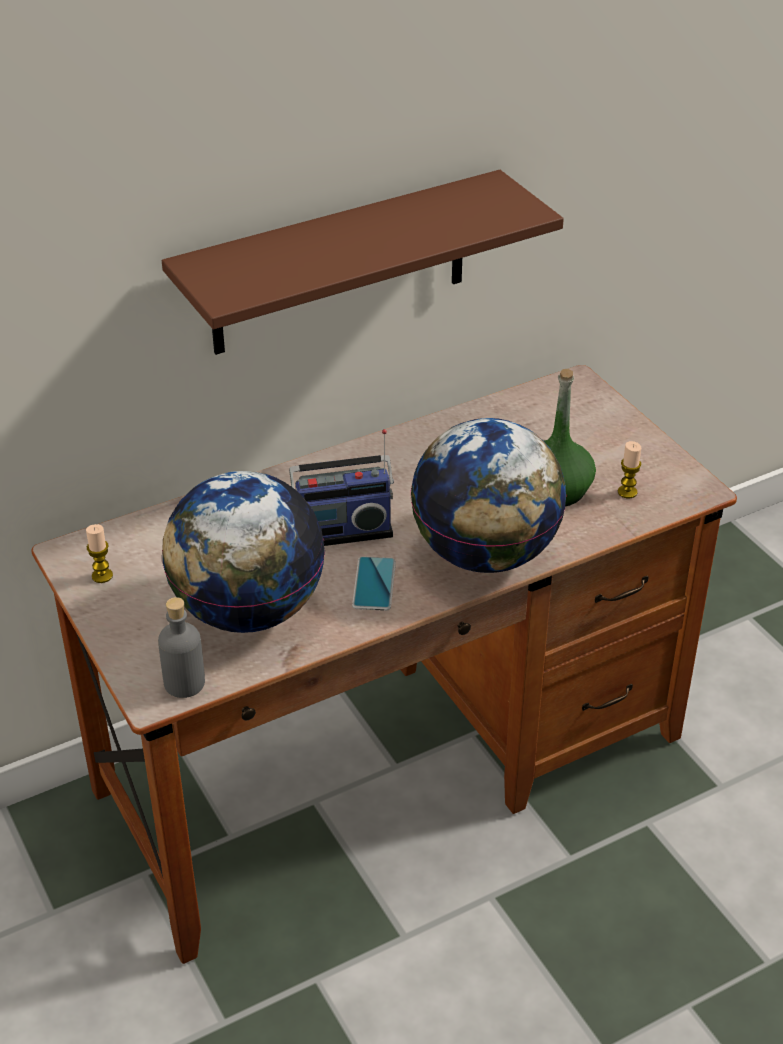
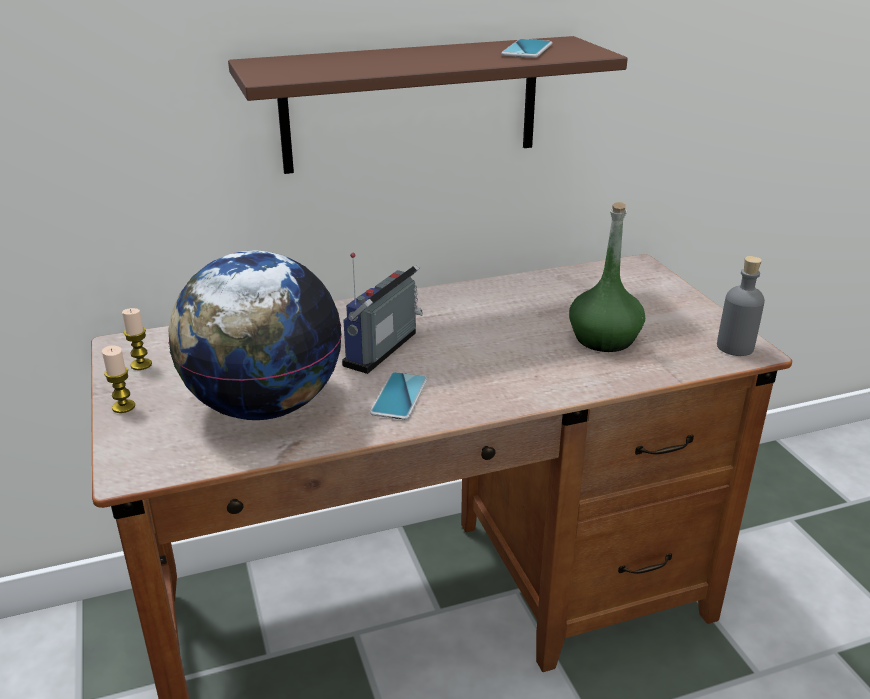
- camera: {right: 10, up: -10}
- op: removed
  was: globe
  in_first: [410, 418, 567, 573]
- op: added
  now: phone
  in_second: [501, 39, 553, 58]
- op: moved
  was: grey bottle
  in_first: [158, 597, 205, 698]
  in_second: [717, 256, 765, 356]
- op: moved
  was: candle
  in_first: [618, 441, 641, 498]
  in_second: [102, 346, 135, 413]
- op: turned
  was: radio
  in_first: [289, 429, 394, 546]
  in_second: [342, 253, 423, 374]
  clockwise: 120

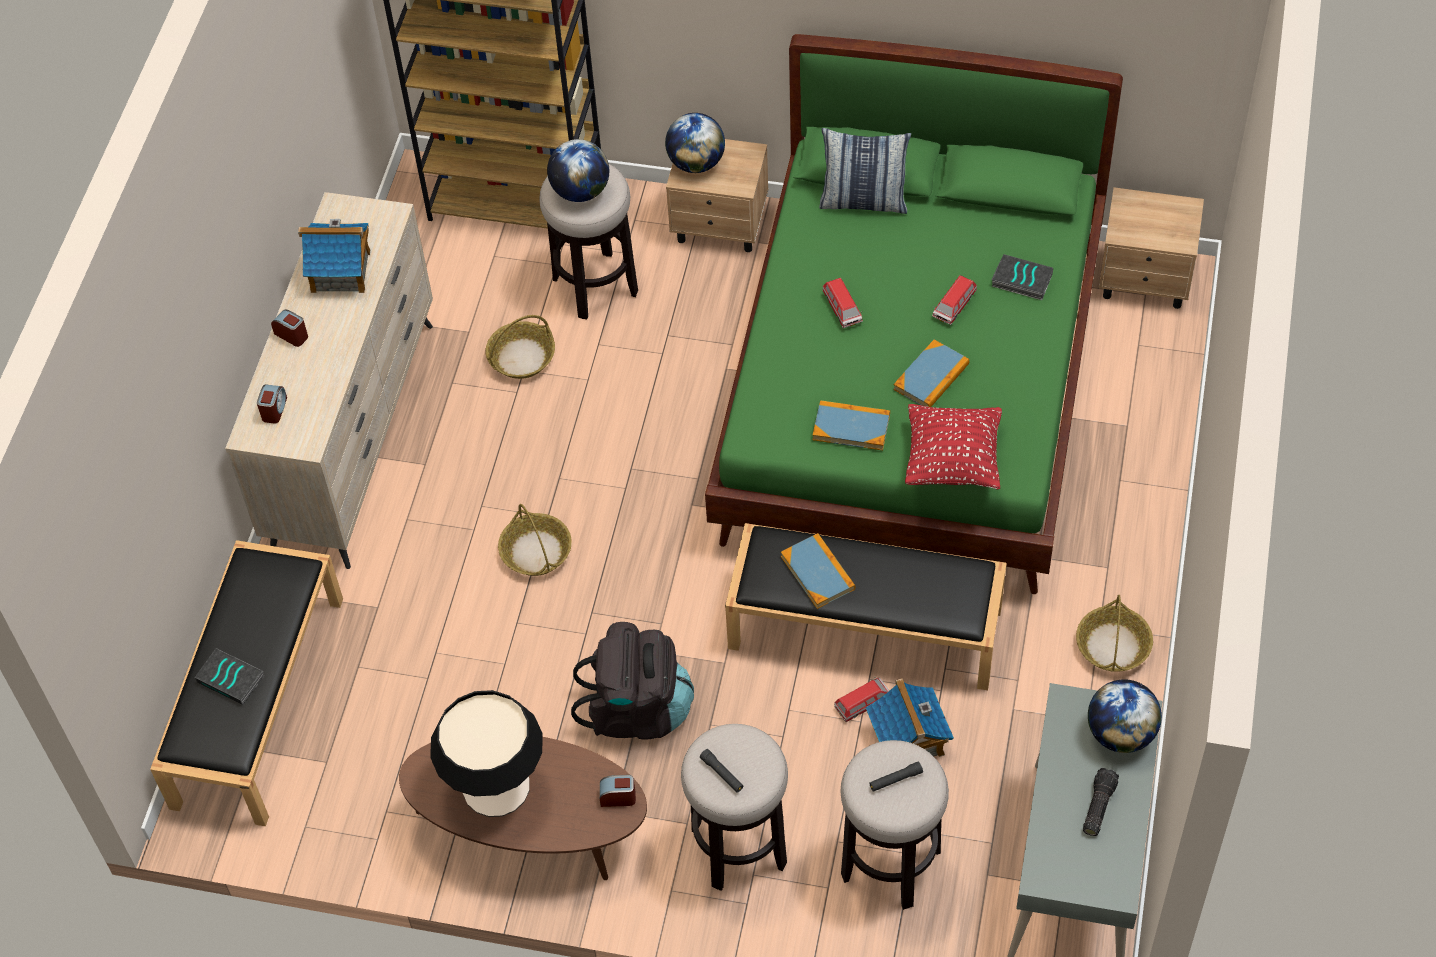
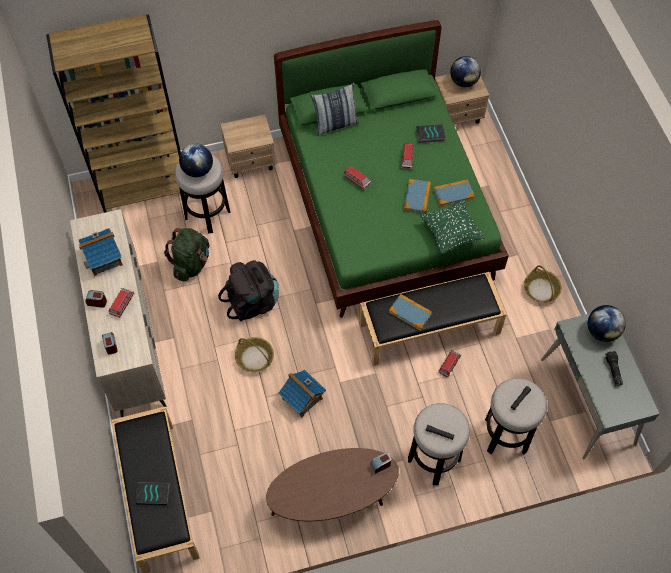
- camera: {right: -30, up: 5}
- op: removed
  was: table lamp
  in_first: [430, 690, 542, 817]
- op: added
  now: toy car
  in_second: [109, 288, 134, 318]
- op: moved
  was: black backpack
  in_first: [571, 622, 694, 740]
  in_second: [218, 260, 279, 321]
- op: moved
  was: globe
  in_first: [665, 113, 725, 173]
  in_second: [450, 56, 481, 87]
- op: moved
  was: book
  in_first: [813, 400, 890, 450]
  in_second: [433, 179, 475, 207]
- op: moved
  was: toy house
  in_first: [866, 678, 954, 757]
  in_second: [278, 370, 326, 418]
- op: replaced
  was: basket
  now: green backpack
  in_first: [486, 315, 555, 379]
  in_second: [164, 228, 209, 282]
- op: recoloured
  was: red pillow
  now: green pillow
  in_first: [905, 404, 1002, 490]
  in_second: [420, 200, 485, 254]

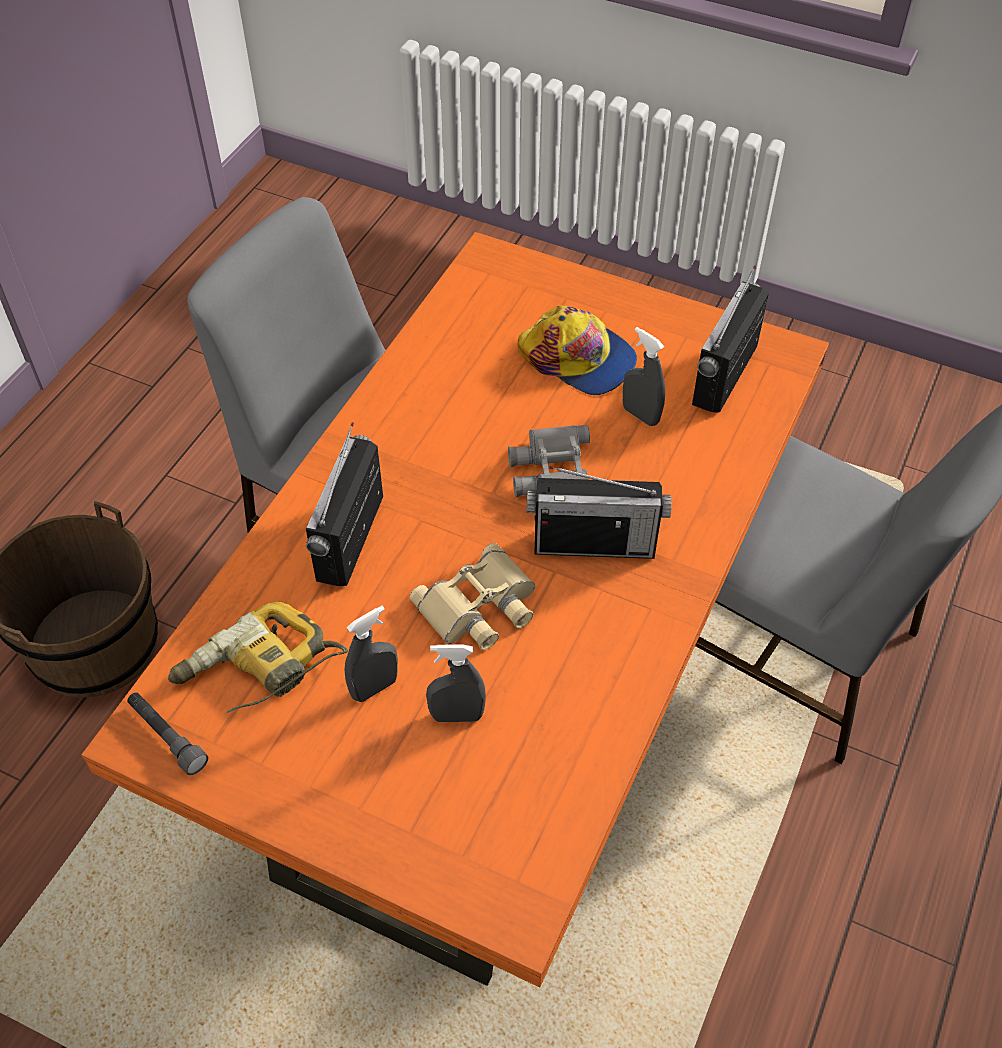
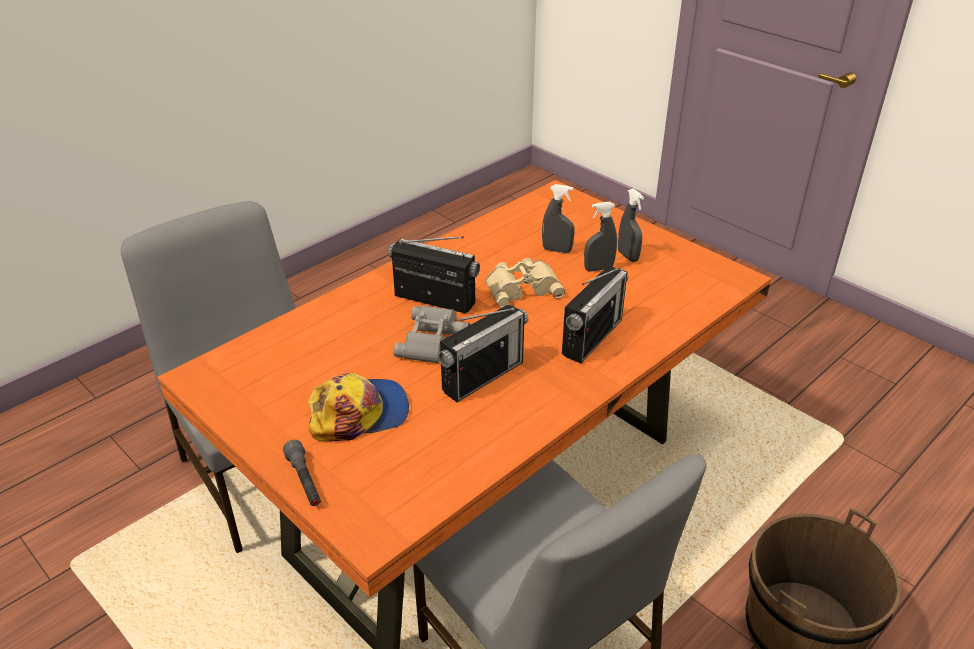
- camera: {right: -160, up: -15}
- op: removed
  was: power drill
  in_first: [168, 601, 348, 713]
- op: moved
  was: grey flashlight
  in_first: [127, 692, 208, 775]
  in_second: [283, 440, 321, 506]
- op: moved
  was: grey spray bottle
  in_first: [623, 327, 665, 426]
  in_second: [618, 189, 644, 262]
- op: moved
  was: radio
  in_first: [692, 266, 769, 413]
  in_second: [438, 305, 528, 402]
- op: turned
  was: cap
  in_first: [518, 306, 637, 395]
  in_second: [308, 373, 409, 441]
  clockwise: 105

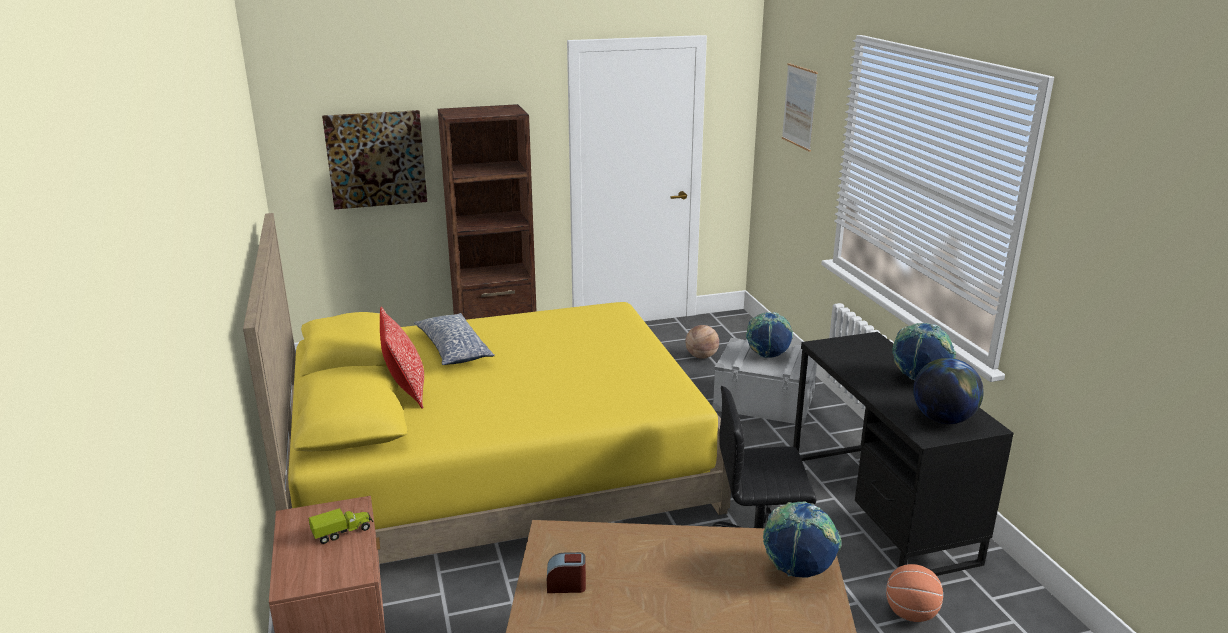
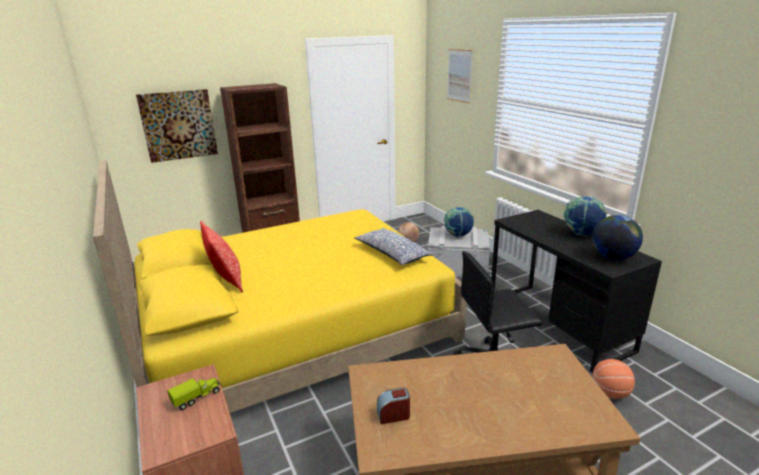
- camera: {right: -10, up: 0}
- op: removed
  was: globe
  in_first: [763, 501, 842, 578]
- op: moved
  was: pillow
  in_first: [414, 313, 495, 365]
  in_second: [354, 228, 434, 265]

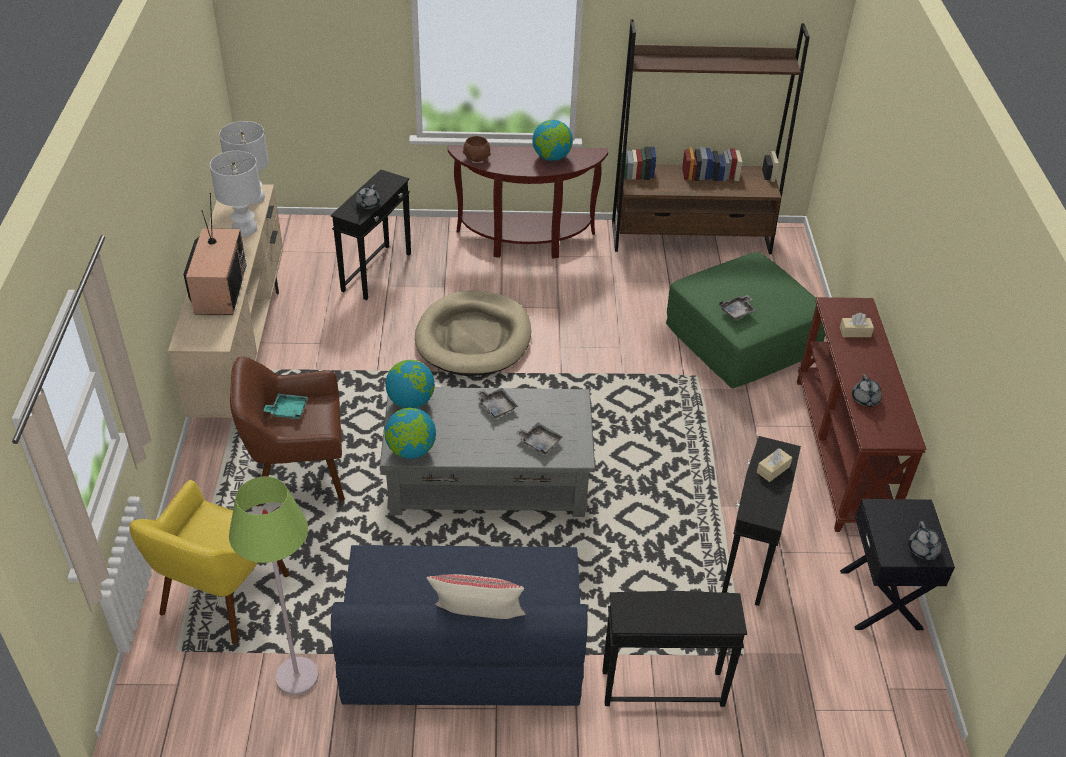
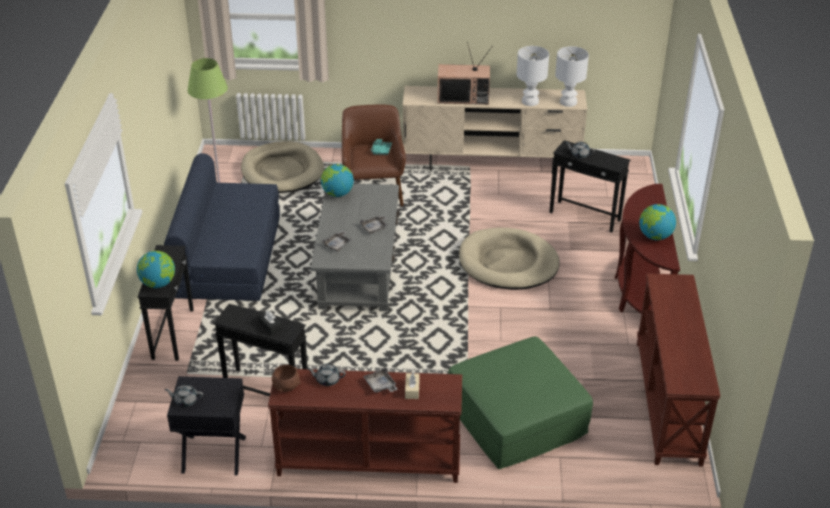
- camera: {right: 95, up: -5}
- op: removed
  was: beige pillow
  in_first: [427, 574, 526, 619]
- op: moved
  was: globe
  in_first: [385, 360, 435, 408]
  in_second: [137, 251, 175, 288]
- op: moved
  was: brown bowl
  in_first: [463, 136, 491, 162]
  in_second: [272, 365, 300, 392]
- op: moved
  was: grey tray
  in_first: [719, 295, 756, 320]
  in_second: [363, 367, 398, 393]
- op: replaced
  was: yellow armchair
  now: beige dog bed
  in_first: [130, 480, 289, 644]
  in_second: [241, 141, 324, 193]
- op: replaced
  was: brown bookcase
  now: brown console table
  in_first: [612, 19, 810, 254]
  in_second: [637, 274, 721, 467]
- op: recoloured
  was: beige tissue box
  now: black tissue box
  in_first: [757, 448, 792, 482]
  in_second: [258, 310, 282, 335]

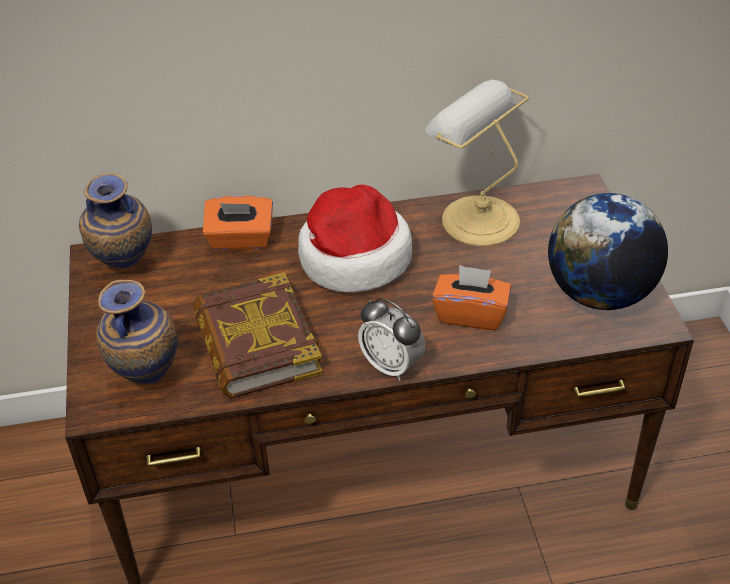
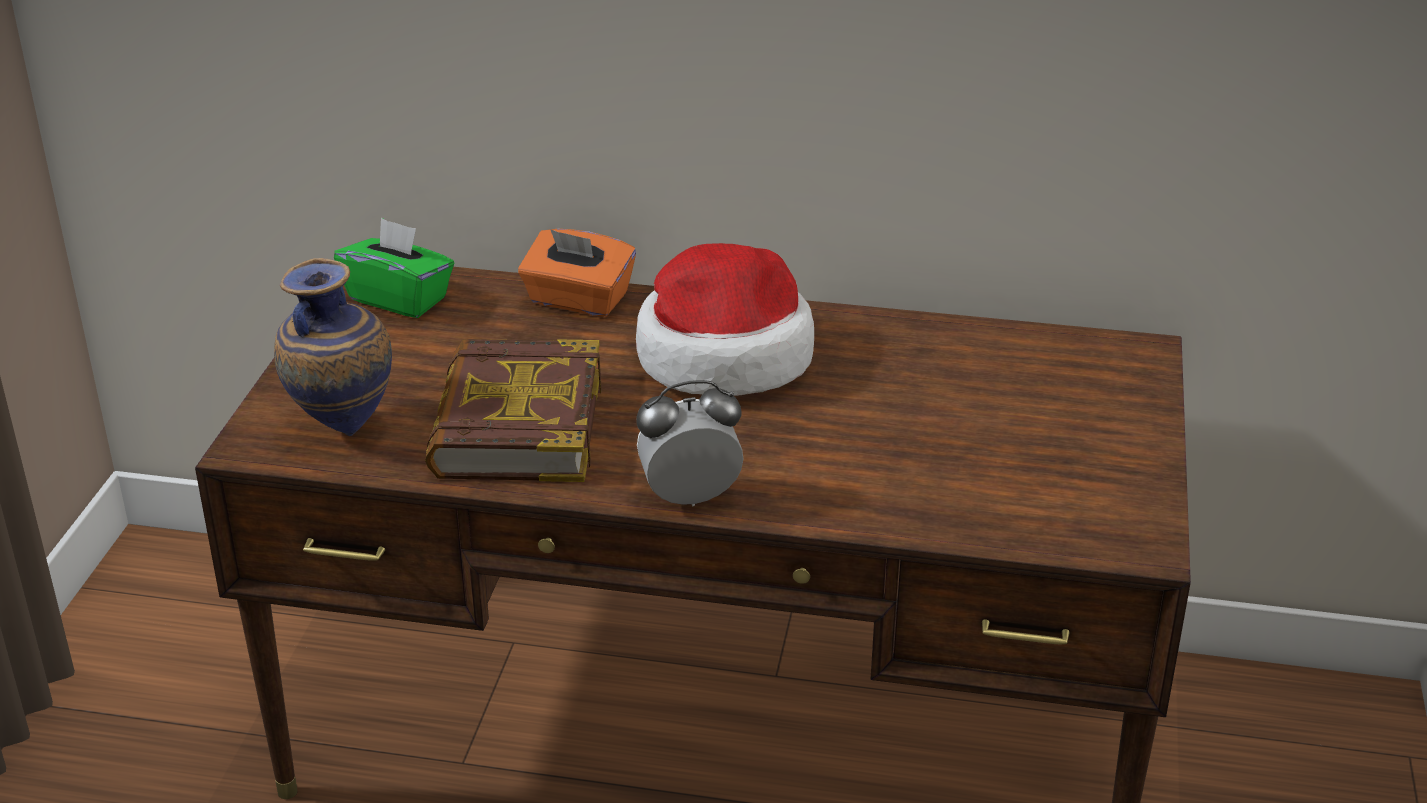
- camera: {right: 20, up: -10}
- op: removed
  was: table lamp
  in_first: [425, 80, 529, 246]
- op: removed
  was: orange tissue box
  in_first: [432, 265, 511, 330]
- op: removed
  was: globe
  in_first: [548, 193, 668, 310]
- op: replaced
  was: vase
  now: green tissue box
  in_first: [79, 173, 152, 268]
  in_second: [334, 218, 454, 318]
- op: turned
  was: alarm clock
  in_first: [358, 298, 425, 381]
  in_second: [636, 380, 743, 506]
  clockwise: 105

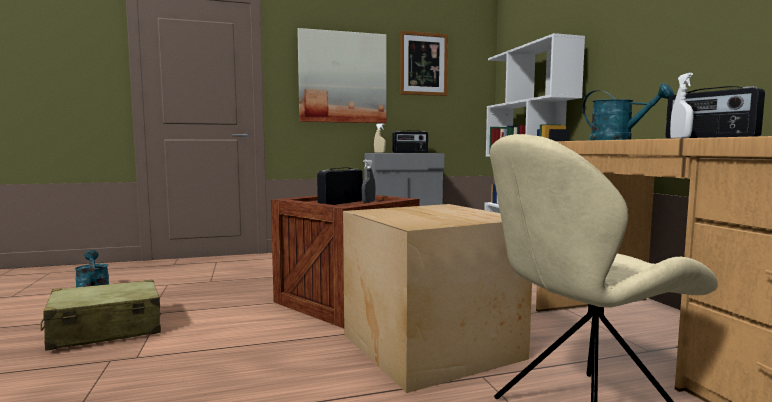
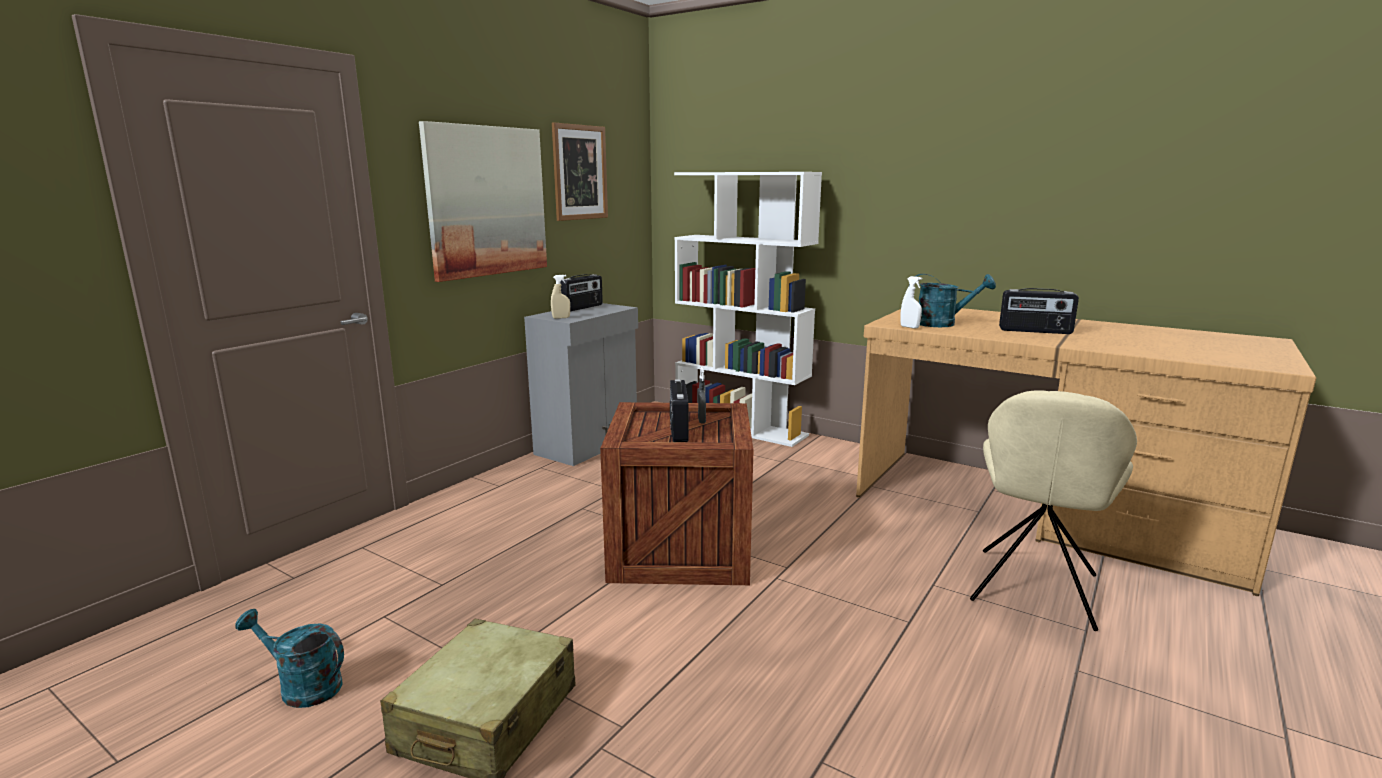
- camera: {right: -40, up: 10}
- op: removed
  was: cardboard box
  in_first: [343, 204, 532, 393]
- op: moved
  was: white spray bottle
  in_first: [670, 73, 693, 138]
  in_second: [901, 276, 922, 329]

